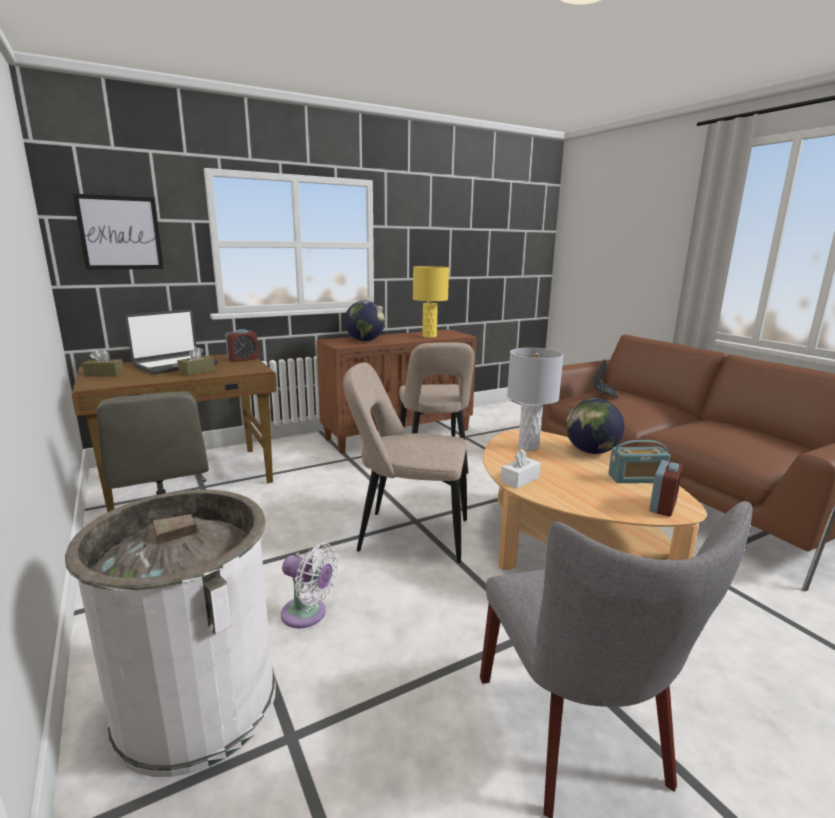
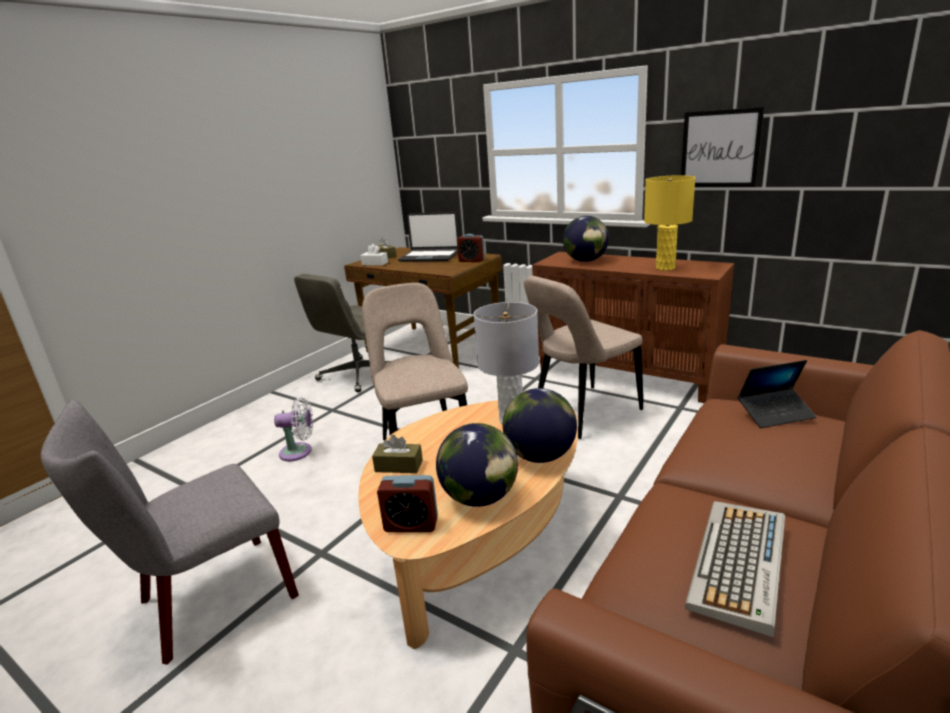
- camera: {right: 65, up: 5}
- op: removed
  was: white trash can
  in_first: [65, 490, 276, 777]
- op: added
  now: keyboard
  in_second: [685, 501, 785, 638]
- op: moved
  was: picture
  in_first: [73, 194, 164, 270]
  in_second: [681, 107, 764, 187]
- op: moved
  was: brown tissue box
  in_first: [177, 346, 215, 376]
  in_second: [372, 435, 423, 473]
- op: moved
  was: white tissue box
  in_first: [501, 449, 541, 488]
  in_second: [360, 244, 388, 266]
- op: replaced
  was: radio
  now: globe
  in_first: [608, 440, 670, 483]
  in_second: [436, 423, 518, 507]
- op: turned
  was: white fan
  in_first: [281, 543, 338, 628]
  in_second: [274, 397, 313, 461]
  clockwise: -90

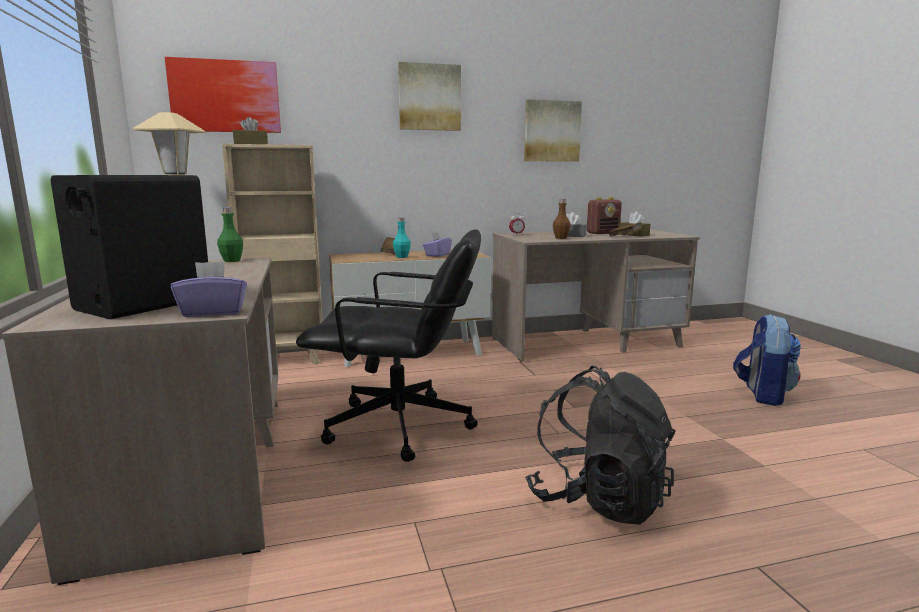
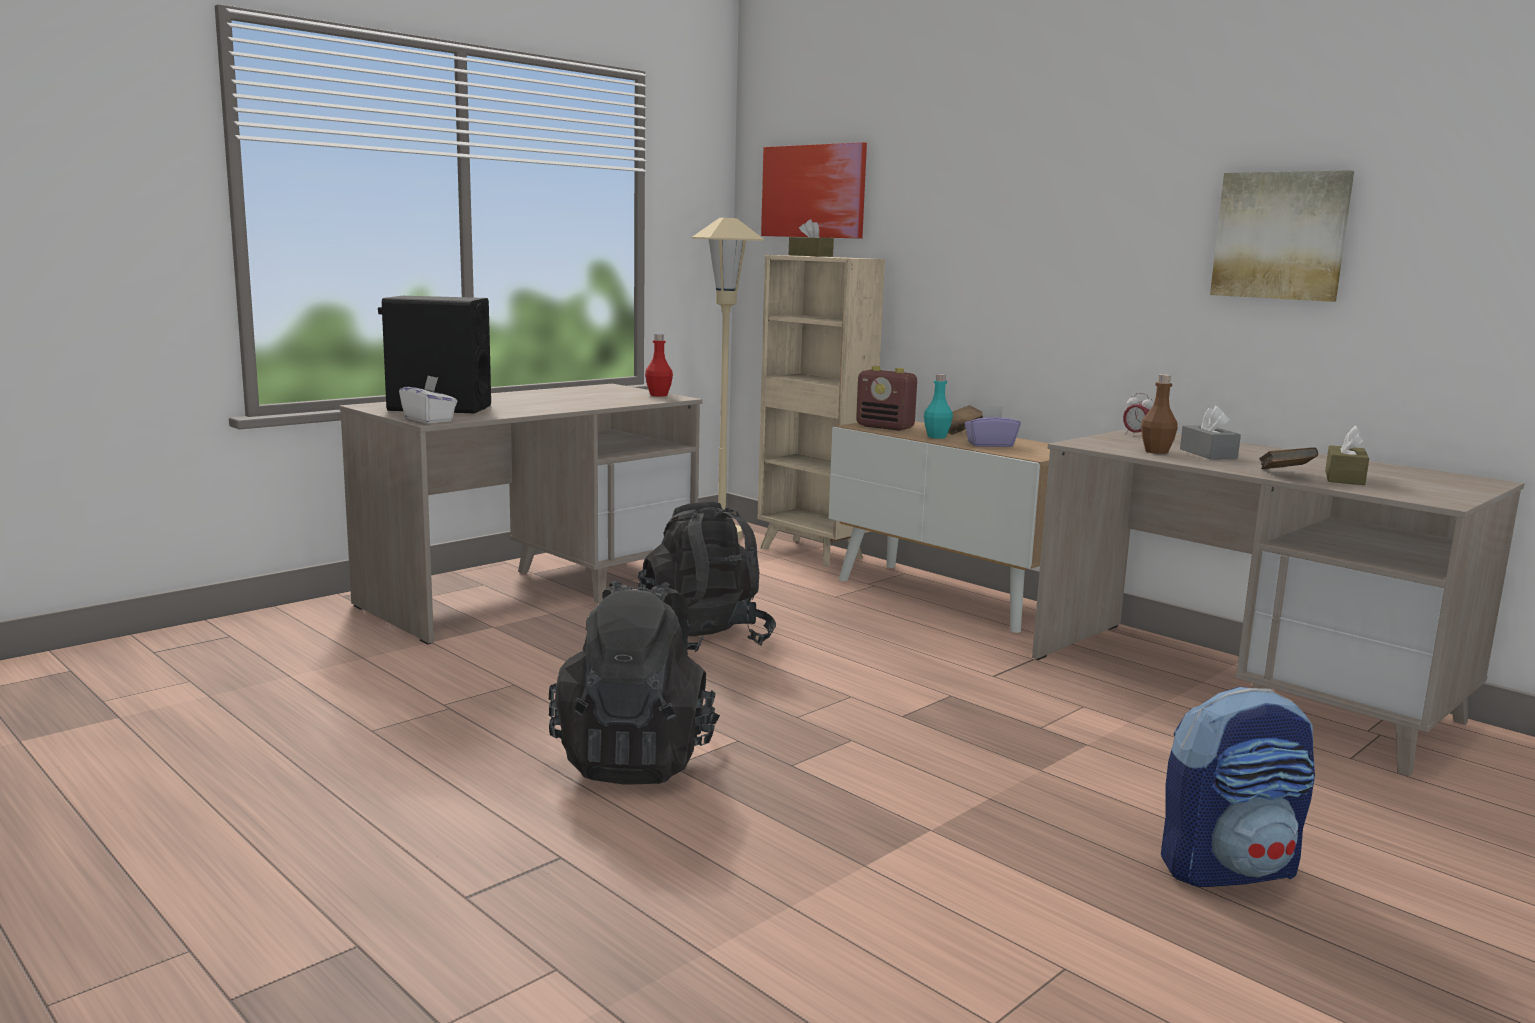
- camera: {right: 60, up: 0}
- op: removed
  was: picture
  in_first: [398, 62, 461, 131]
- op: moved
  was: radio
  in_first: [587, 197, 622, 234]
  in_second: [856, 366, 917, 431]
- op: replaced
  was: black office chair
  now: black backpack
  in_first: [296, 229, 481, 462]
  in_second: [638, 502, 776, 653]
- op: recoloured
  was: purple tissue box
  now: white tissue box
  in_first: [171, 261, 247, 317]
  in_second: [399, 375, 457, 423]
- op: recoloured
  was: green bottle
  now: red bottle
  in_first: [217, 208, 243, 262]
  in_second: [645, 334, 673, 397]

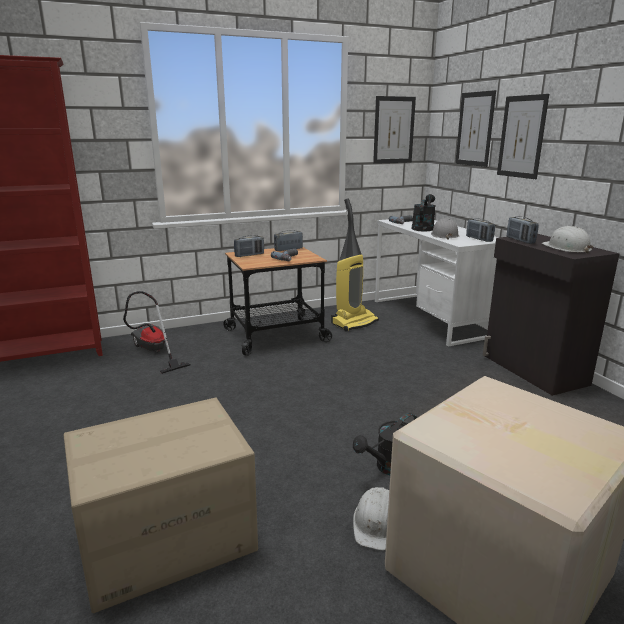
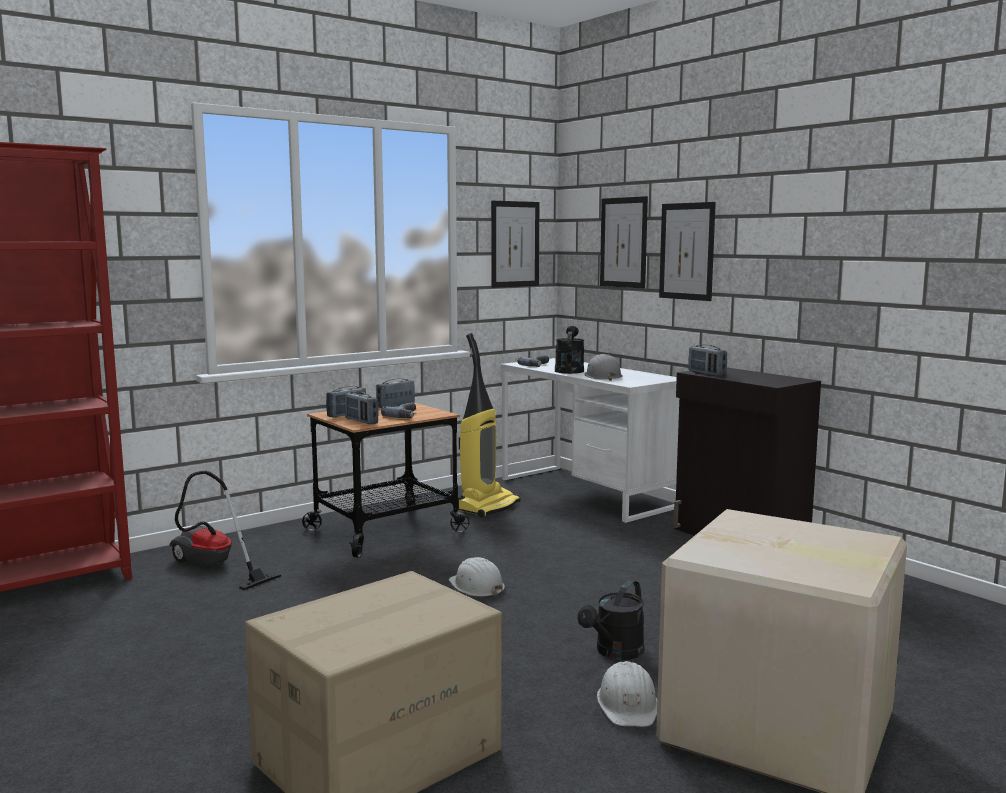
- camera: {right: -15, up: -10}
- op: moved
  was: radio
  in_first: [466, 219, 495, 242]
  in_second: [345, 391, 379, 424]
- op: moved
  was: white hard hat
  in_first: [542, 226, 593, 254]
  in_second: [449, 557, 505, 597]

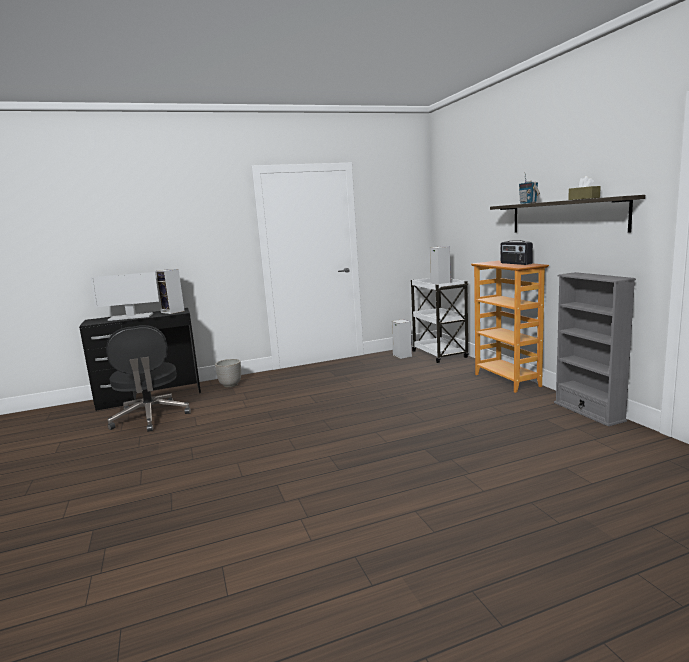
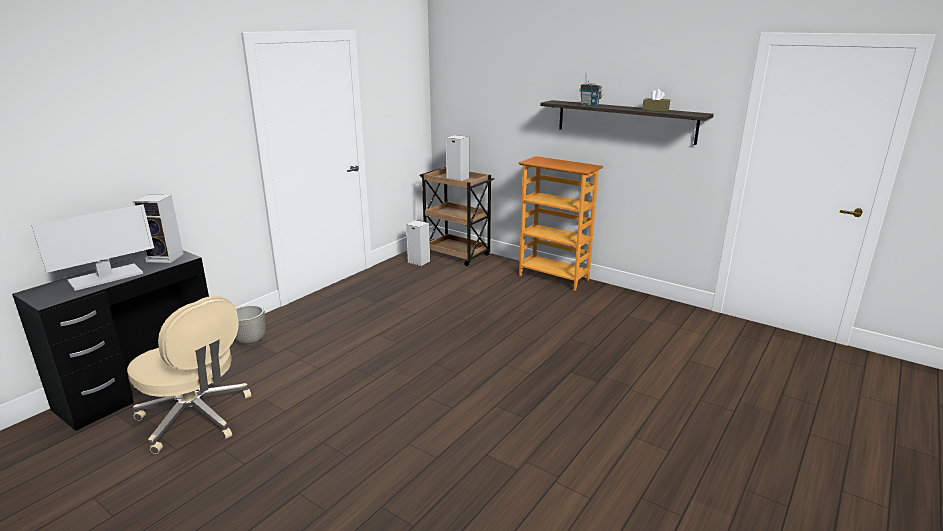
- camera: {right: -35, up: 10}
- op: removed
  was: radio
  in_first: [501, 240, 533, 265]
- op: removed
  was: grey bookcase
  in_first: [554, 272, 636, 427]
- op: recoloured
  was: black office chair
  now: beige office chair
  in_first: [106, 325, 191, 432]
  in_second: [127, 296, 251, 454]
- op: recoloured
  was: white cart
  now: brown cart
  in_first: [411, 278, 469, 363]
  in_second: [419, 167, 494, 266]

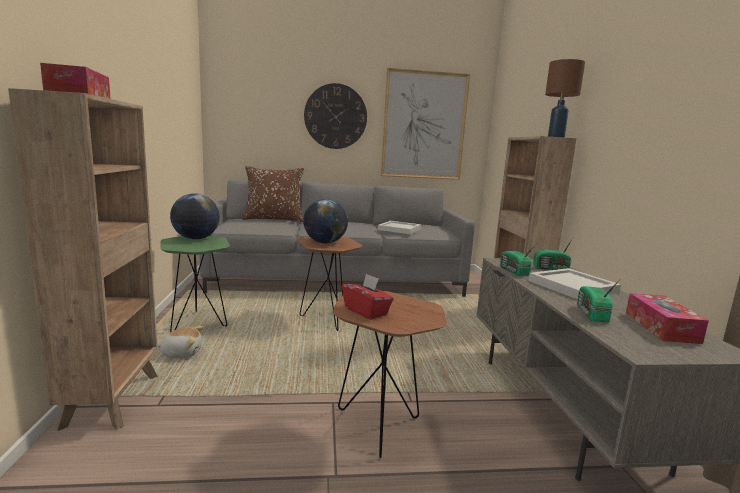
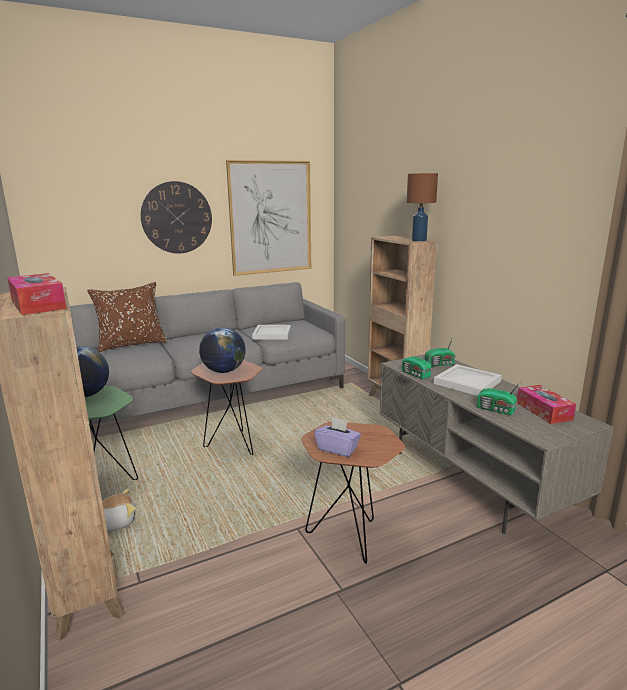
- camera: {right: -20, up: 5}
- op: recoloured
  was: red tissue box
  now: purple tissue box
  in_first: [342, 273, 394, 320]
  in_second: [314, 417, 361, 457]
- op: turned
  was: radio
  in_first: [577, 279, 620, 323]
  in_second: [477, 380, 522, 415]
  clockwise: -45

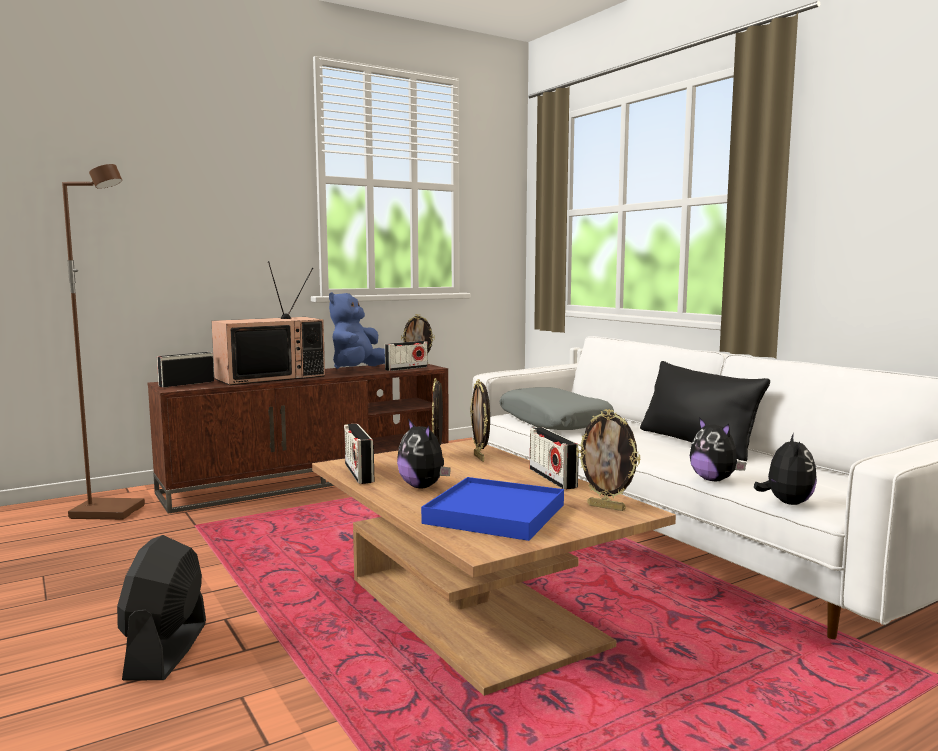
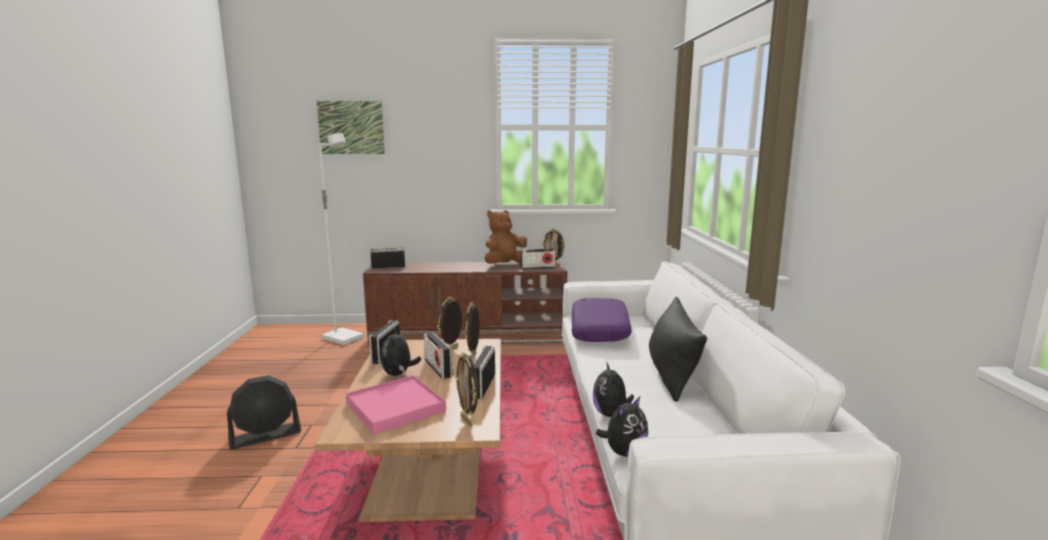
- camera: {right: 30, up: 5}
- op: removed
  was: television
  in_first: [212, 261, 325, 385]
- op: added
  now: picture
  in_second: [317, 101, 385, 154]
- op: added
  now: radio
  in_second: [424, 332, 452, 379]
- op: recoloured
  was: brown floor lamp
  now: white floor lamp
  in_first: [62, 164, 145, 520]
  in_second: [319, 133, 364, 345]
- op: recoloured
  was: blue plush toy
  now: brown plush toy
  in_first: [329, 292, 385, 369]
  in_second: [485, 210, 527, 264]
- op: recoloured
  was: blue tray
  now: pink tray
  in_first: [421, 477, 564, 541]
  in_second: [346, 375, 446, 435]
- op: recoloured
  was: grey pillow
  now: purple pillow
  in_first: [500, 387, 614, 430]
  in_second: [572, 298, 632, 342]
- op: turned
  was: black fan
  in_first: [117, 535, 206, 680]
  in_second: [227, 375, 301, 449]
  clockwise: -150

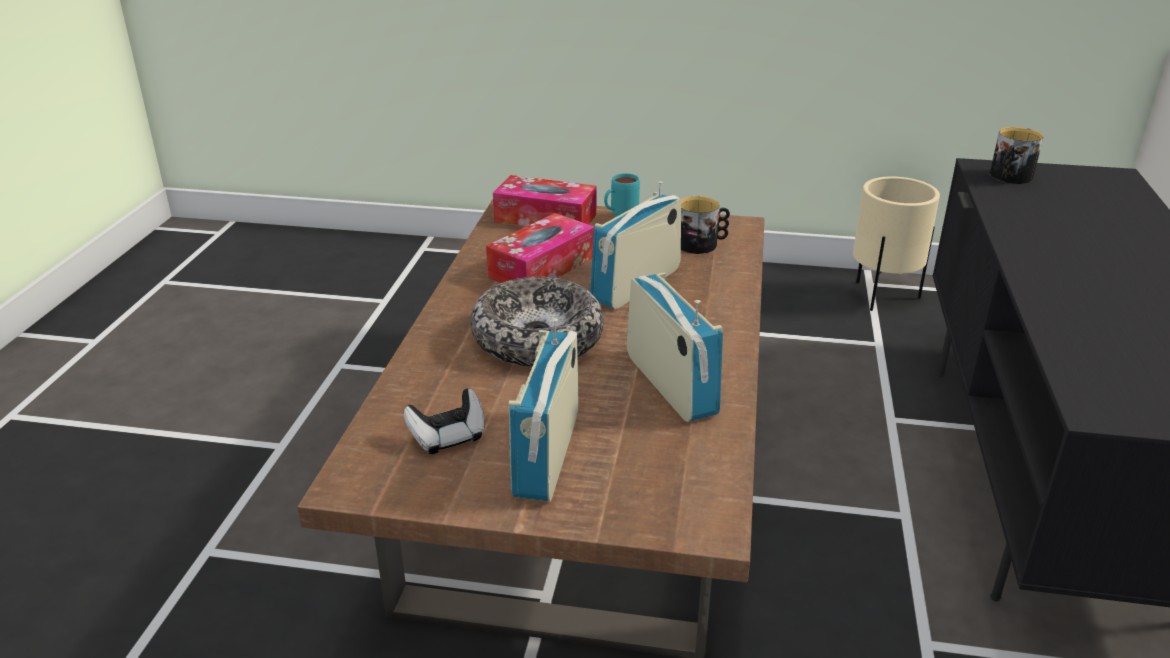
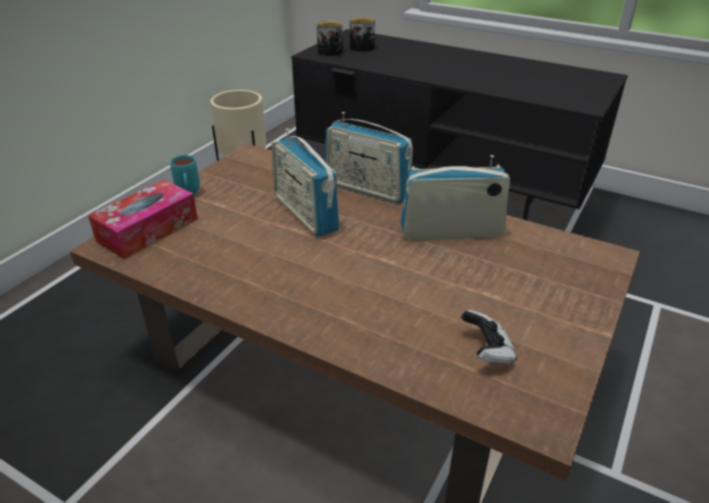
- camera: {right: -70, up: 5}
- op: removed
  was: bowl
  in_first: [470, 277, 604, 366]
- op: removed
  was: tissue box
  in_first: [486, 213, 595, 283]
- op: moved
  was: radio
  in_first: [509, 318, 579, 501]
  in_second: [324, 112, 413, 204]
- op: moved
  was: mug
  in_first: [681, 196, 730, 254]
  in_second: [350, 17, 375, 52]

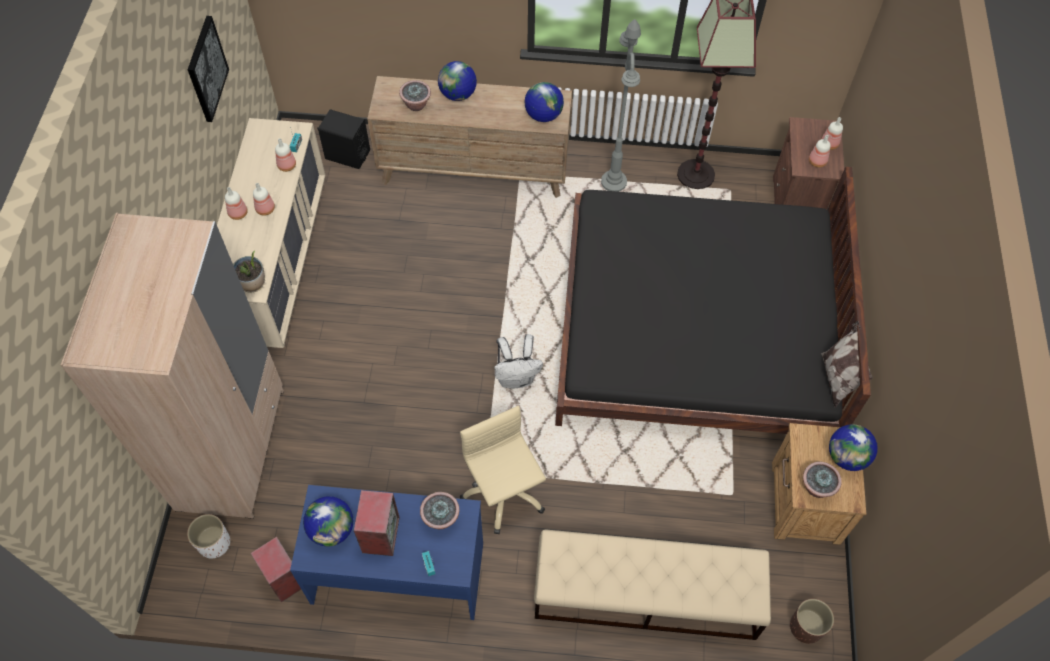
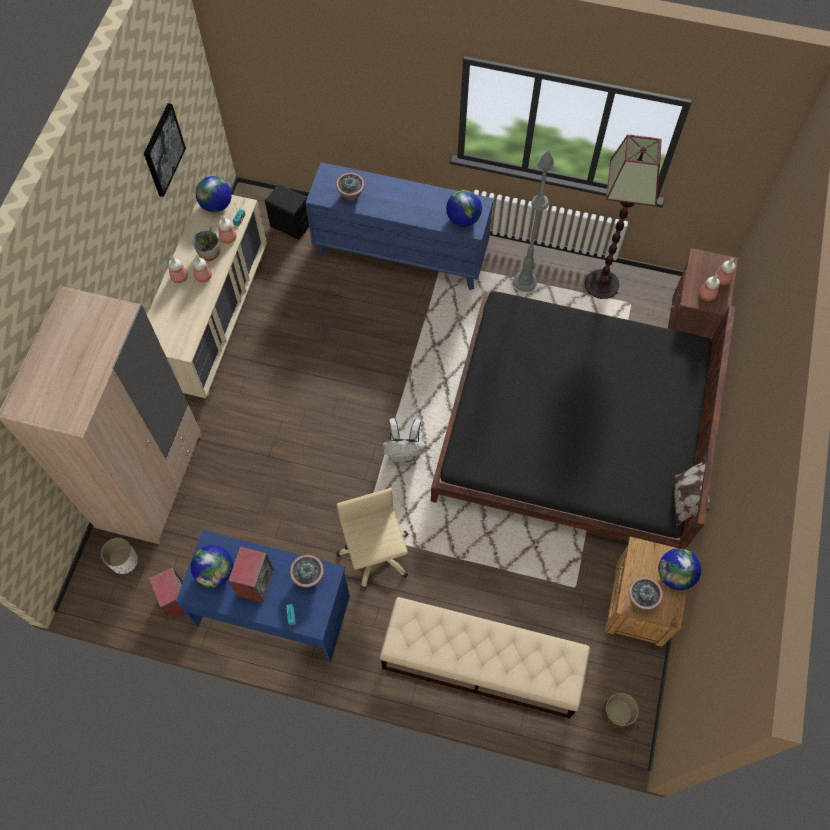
- camera: {right: 10, up: 5}
- op: moved
  was: potted plant
  in_first: [233, 251, 265, 293]
  in_second: [192, 227, 220, 261]
- op: moved
  was: globe
  in_first: [438, 61, 477, 101]
  in_second: [196, 176, 232, 212]
- op: recoloured
  was: brown dresser
  now: blue dresser
  in_first: [367, 76, 572, 198]
  in_second: [305, 162, 494, 290]

